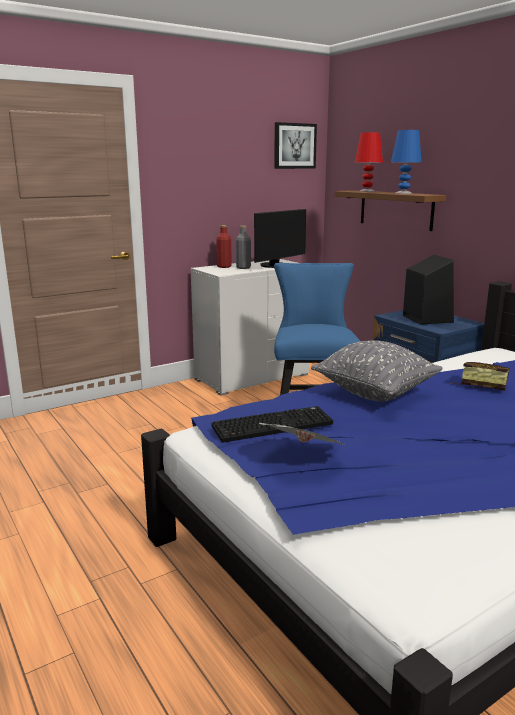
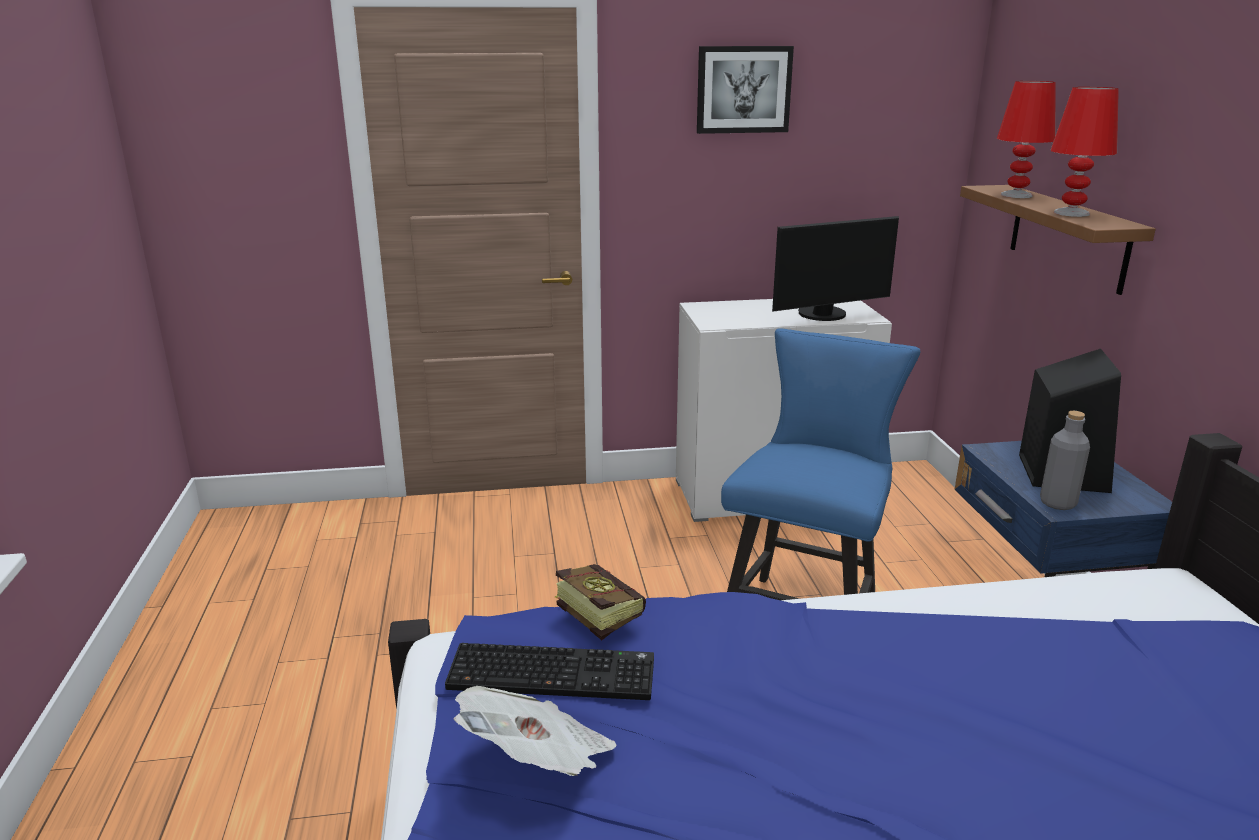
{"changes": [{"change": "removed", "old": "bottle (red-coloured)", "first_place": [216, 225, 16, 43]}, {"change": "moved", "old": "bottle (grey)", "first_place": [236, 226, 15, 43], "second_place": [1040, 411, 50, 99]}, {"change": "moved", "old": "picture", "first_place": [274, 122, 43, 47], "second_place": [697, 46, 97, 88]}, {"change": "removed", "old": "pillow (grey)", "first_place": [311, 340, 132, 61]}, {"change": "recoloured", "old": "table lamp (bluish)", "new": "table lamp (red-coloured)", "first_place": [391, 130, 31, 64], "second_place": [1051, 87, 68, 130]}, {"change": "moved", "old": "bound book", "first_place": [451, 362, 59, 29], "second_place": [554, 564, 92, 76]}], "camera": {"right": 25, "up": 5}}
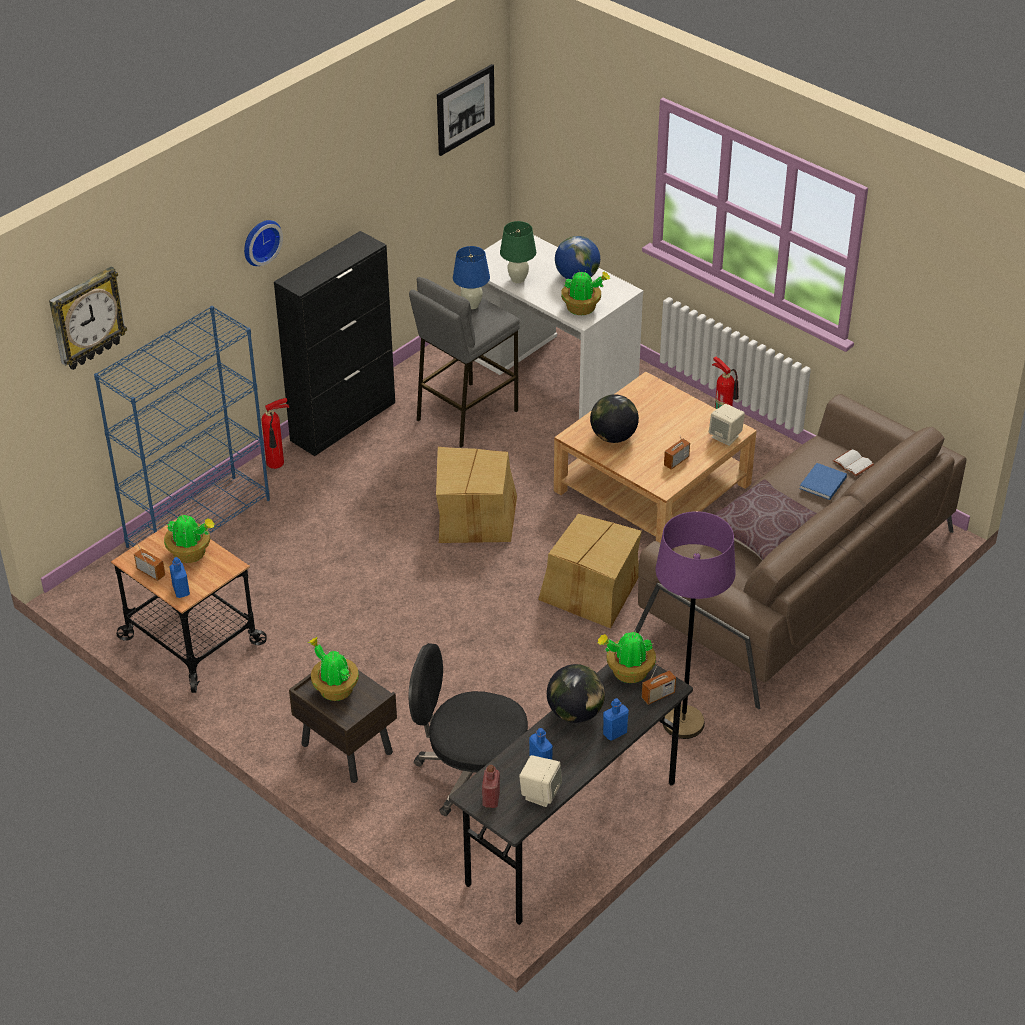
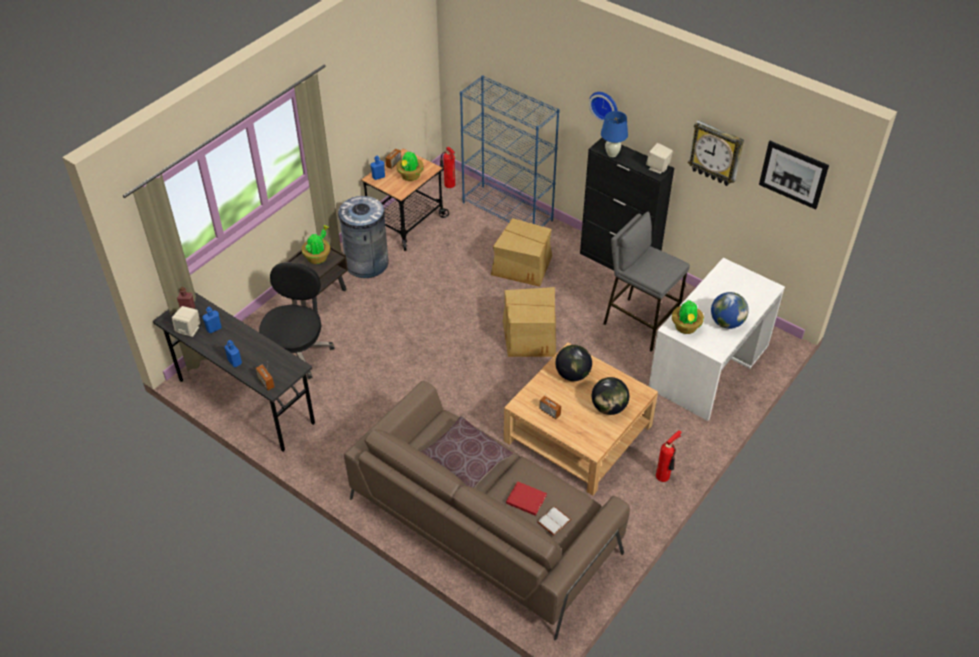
{"changes": [{"change": "moved", "old": "clock on the wall", "first_place": [49, 267, 78, 103], "second_place": [688, 120, 56, 66]}, {"change": "moved", "old": "fire-fighting cylinder", "first_place": [261, 398, 28, 71], "second_place": [440, 147, 15, 41]}, {"change": "moved", "old": "table lamp (bluish)", "first_place": [453, 246, 37, 63], "second_place": [601, 111, 27, 46]}, {"change": "removed", "old": "table lamp (green-coloured)", "first_place": [500, 221, 36, 62]}, {"change": "moved", "old": "carton", "first_place": [538, 514, 104, 115], "second_place": [491, 218, 61, 69]}, {"change": "moved", "old": "desk globe", "first_place": [547, 664, 58, 59], "second_place": [592, 377, 37, 38]}, {"change": "removed", "old": "potted plant", "first_place": [598, 631, 58, 52]}, {"change": "removed", "old": "standard lamp (purple-coloured)", "first_place": [655, 511, 81, 228]}, {"change": "moved", "old": "audio speaker (sand-coloured)", "first_place": [709, 404, 36, 42], "second_place": [646, 143, 27, 31]}, {"change": "recoloured", "old": "bound book (bluish)", "new": "bound book (red-coloured)", "first_place": [799, 463, 48, 37], "second_place": [506, 481, 41, 35]}, {"change": "added", "new": "trash can (grey)", "second_place": [338, 196, 51, 82]}], "camera": {"right": 85, "up": 5}}
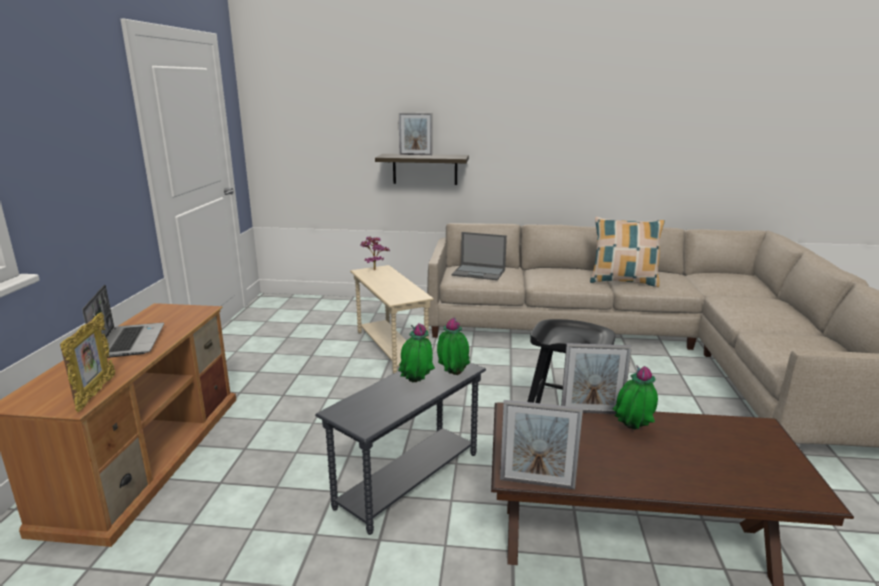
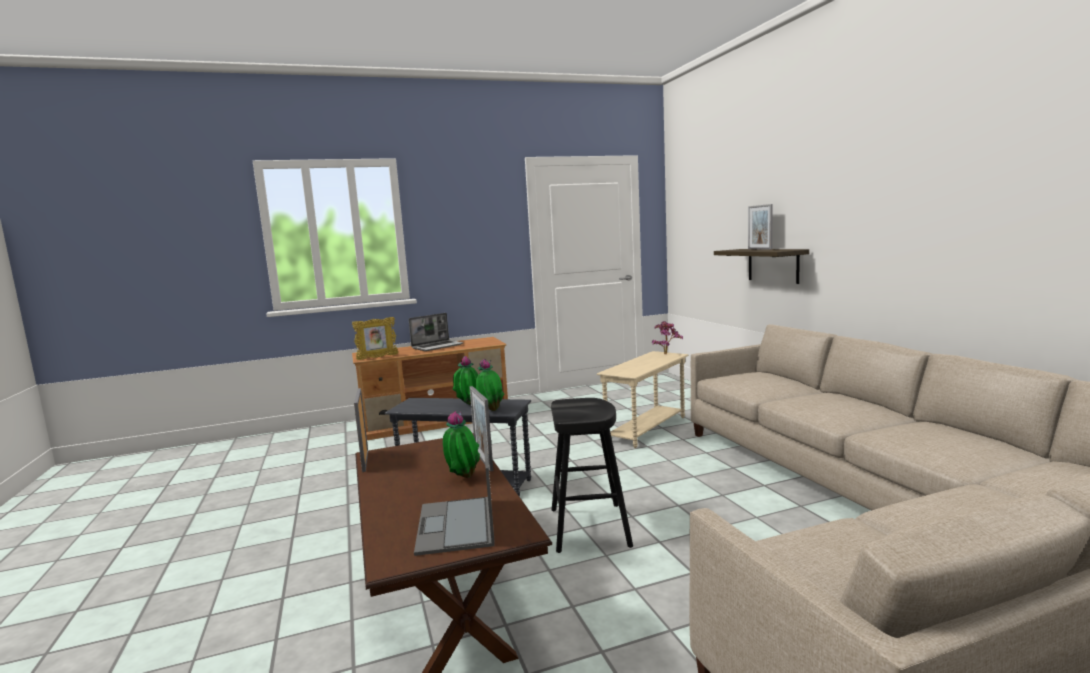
{"changes": [{"change": "moved", "old": "notebook computer", "first_place": [452, 232, 55, 48], "second_place": [414, 432, 81, 124]}, {"change": "removed", "old": "pillow", "first_place": [590, 217, 75, 70]}], "camera": {"right": 65, "up": -10}}
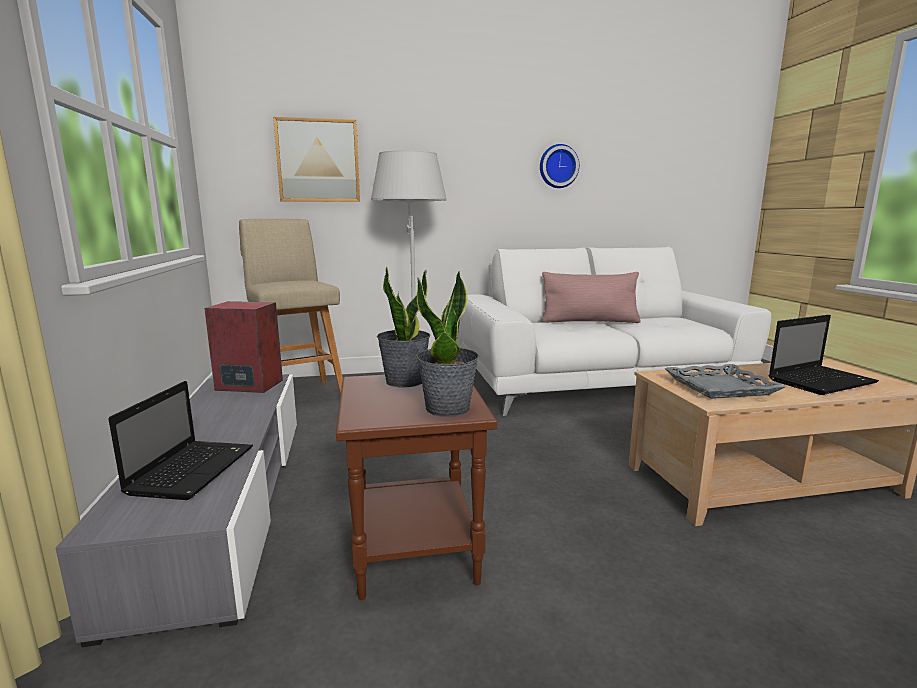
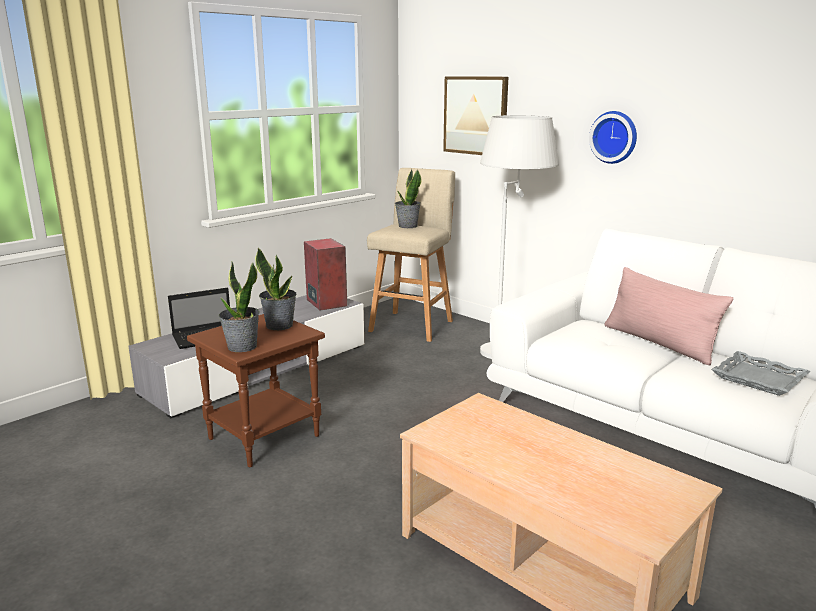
{"changes": [{"change": "moved", "old": "clock on the wall", "first_place": [540, 144, 39, 44], "second_place": [589, 111, 48, 53]}, {"change": "moved", "old": "tray (grey)", "first_place": [664, 364, 122, 35], "second_place": [711, 351, 99, 45]}, {"change": "removed", "old": "notebook computer", "first_place": [769, 315, 110, 80]}, {"change": "added", "new": "potted plant", "second_place": [395, 169, 27, 59]}], "camera": {"right": 55, "up": 5}}
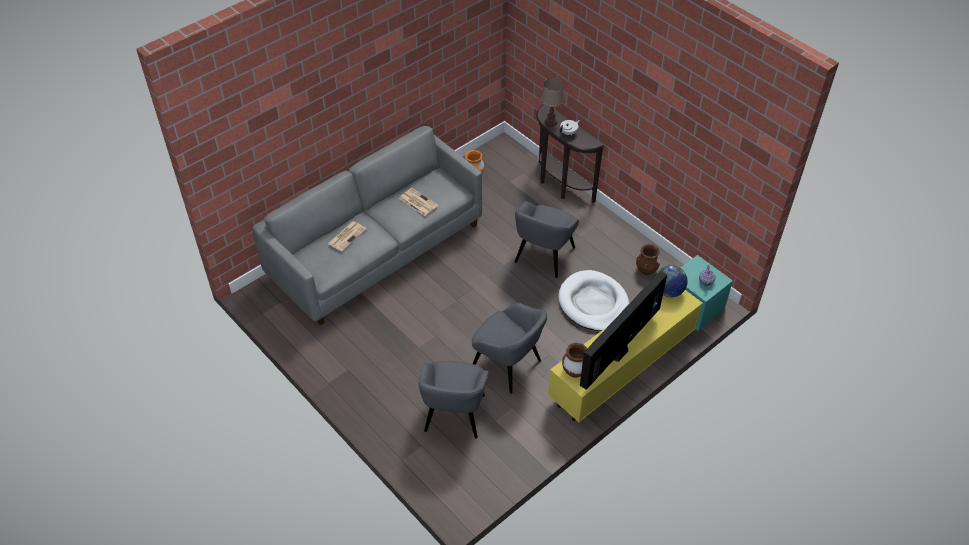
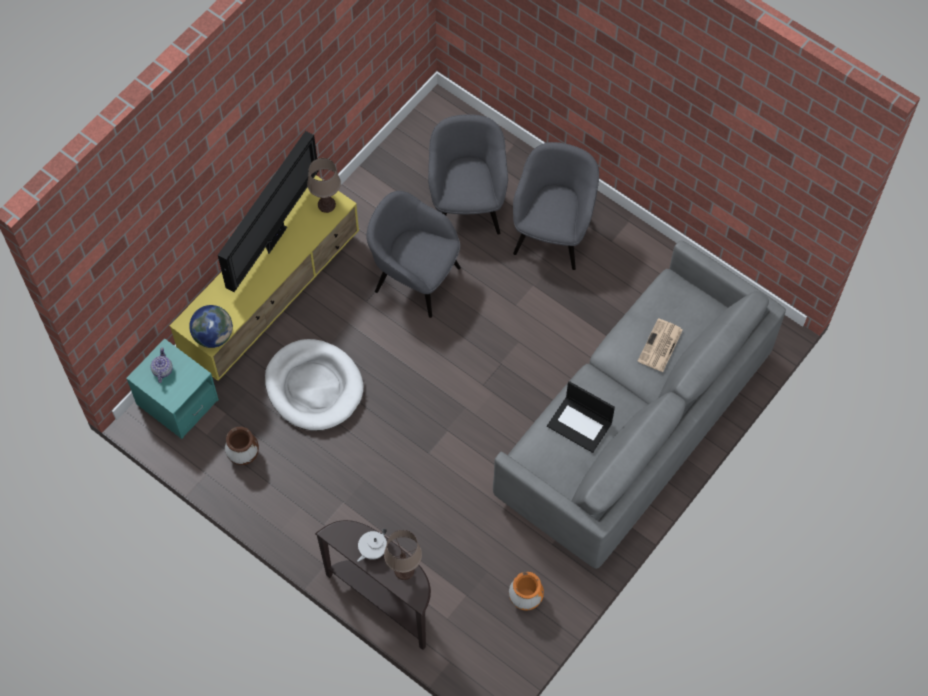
{"changes": [{"change": "replaced", "old": "printed paper", "new": "notebook computer", "first_place": [399, 188, 39, 28], "second_place": [547, 381, 68, 72]}, {"change": "moved", "old": "easy chair (grey)", "first_place": [515, 201, 64, 77], "second_place": [513, 142, 86, 128]}, {"change": "replaced", "old": "vase (brownish)", "new": "table lamp (brownish)", "first_place": [562, 343, 25, 35], "second_place": [307, 158, 34, 55]}], "camera": {"right": 170, "up": 15}}
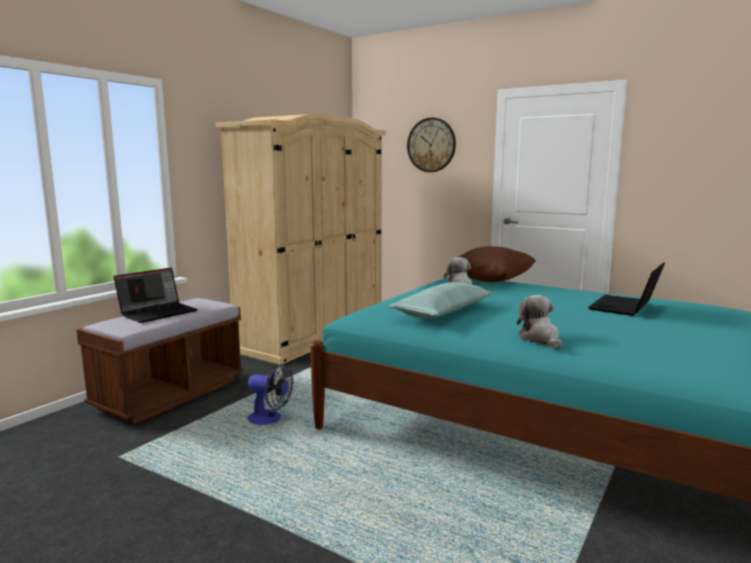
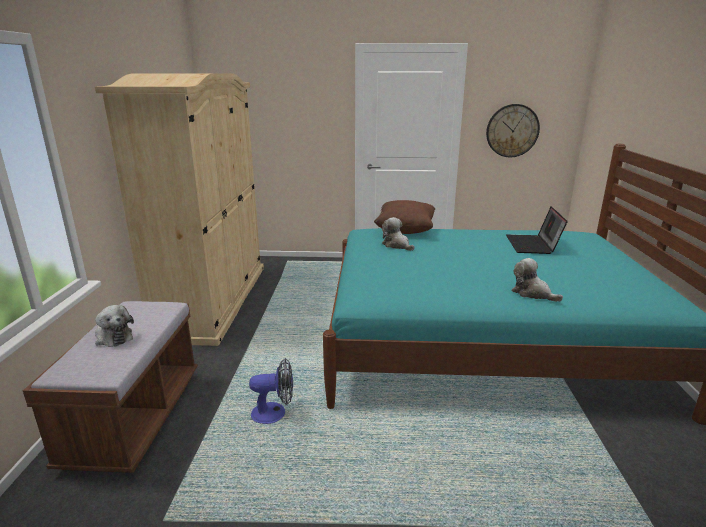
{"changes": [{"change": "replaced", "old": "notebook computer", "new": "plush toy", "first_place": [114, 268, 84, 55], "second_place": [95, 305, 39, 42]}, {"change": "removed", "old": "pillow", "first_place": [389, 282, 105, 37]}, {"change": "moved", "old": "clock on the wall", "first_place": [407, 118, 49, 54], "second_place": [486, 104, 54, 53]}], "camera": {"right": -30, "up": 10}}
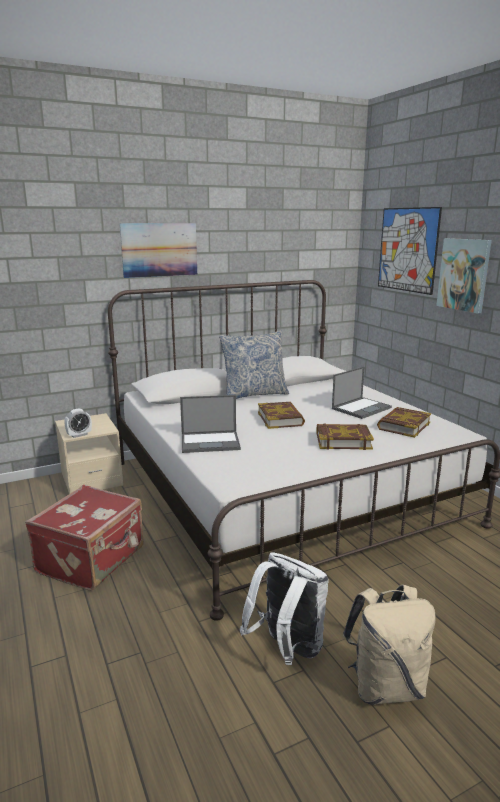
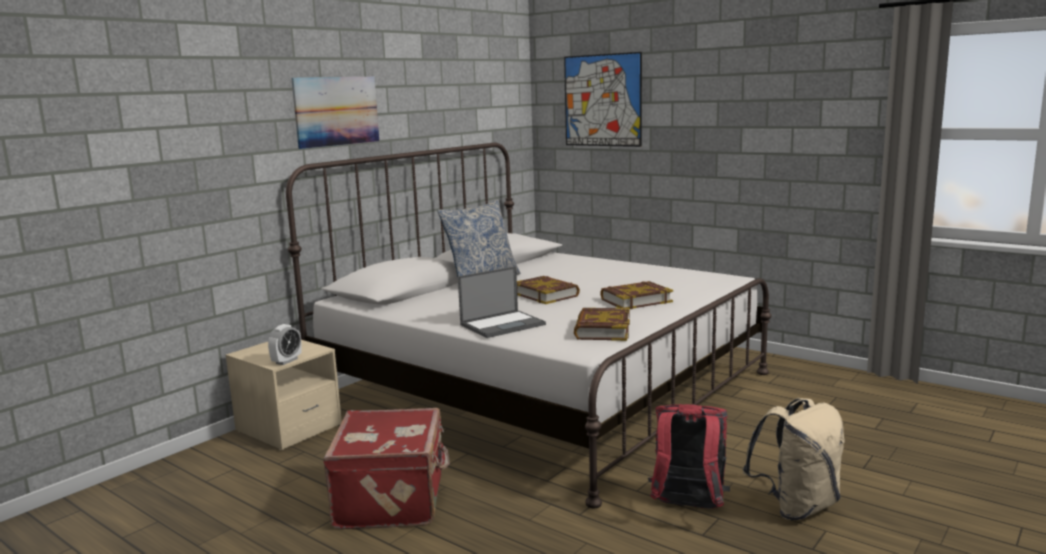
{"changes": [{"change": "recoloured", "old": "knapsack (whitish)", "new": "knapsack (red-coloured)", "first_place": [240, 552, 89, 113], "second_place": [648, 404, 82, 105]}, {"change": "removed", "old": "notebook computer", "first_place": [332, 367, 60, 52]}, {"change": "moved", "old": "bound book", "first_place": [377, 407, 54, 31], "second_place": [574, 308, 56, 33]}, {"change": "removed", "old": "picture", "first_place": [436, 238, 56, 76]}], "camera": {"right": -25, "up": -5}}
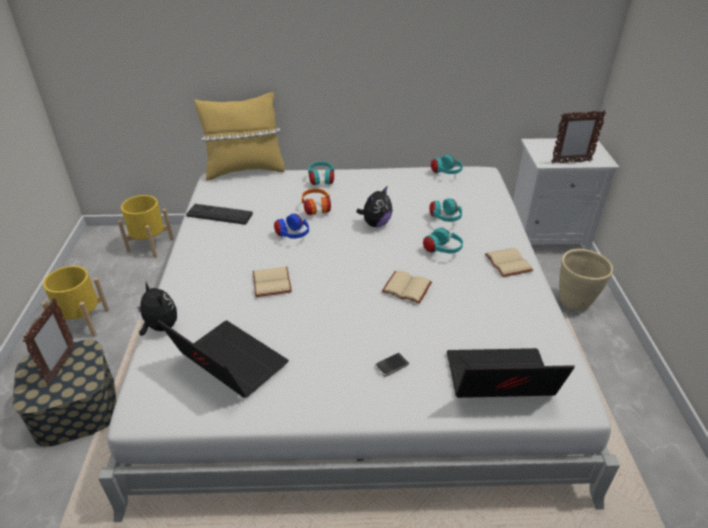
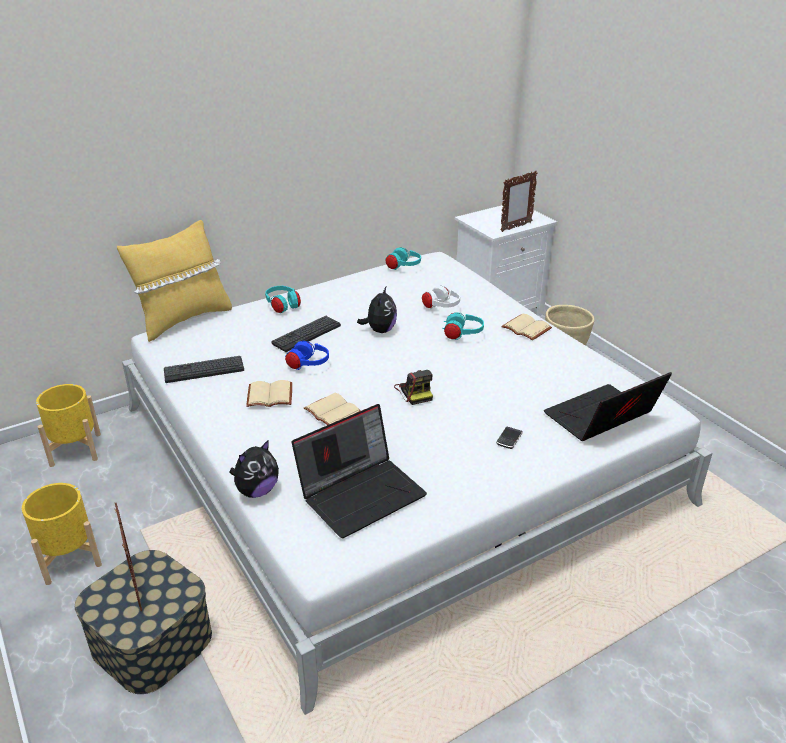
{"changes": [{"change": "turned", "old": "plush toy", "first_place": [137, 281, 40, 55], "second_place": [229, 440, 50, 58], "degrees": 120}, {"change": "turned", "old": "notebook computer", "first_place": [158, 319, 131, 79], "second_place": [292, 404, 135, 134], "degrees": 135}, {"change": "replaced", "old": "headphones (orange-coloured)", "new": "computer keyboard", "first_place": [302, 189, 29, 26], "second_place": [271, 316, 70, 36]}, {"change": "moved", "old": "bound book (sand-coloured)", "first_place": [382, 271, 50, 33], "second_place": [246, 380, 46, 27]}, {"change": "recoloured", "old": "headphones (turquoise-coloured)", "new": "headphones (whitish)", "first_place": [430, 198, 32, 24], "second_place": [422, 285, 38, 24]}, {"change": "added", "new": "photo camera", "second_place": [394, 370, 39, 35]}], "camera": {"right": -30, "up": -5}}
